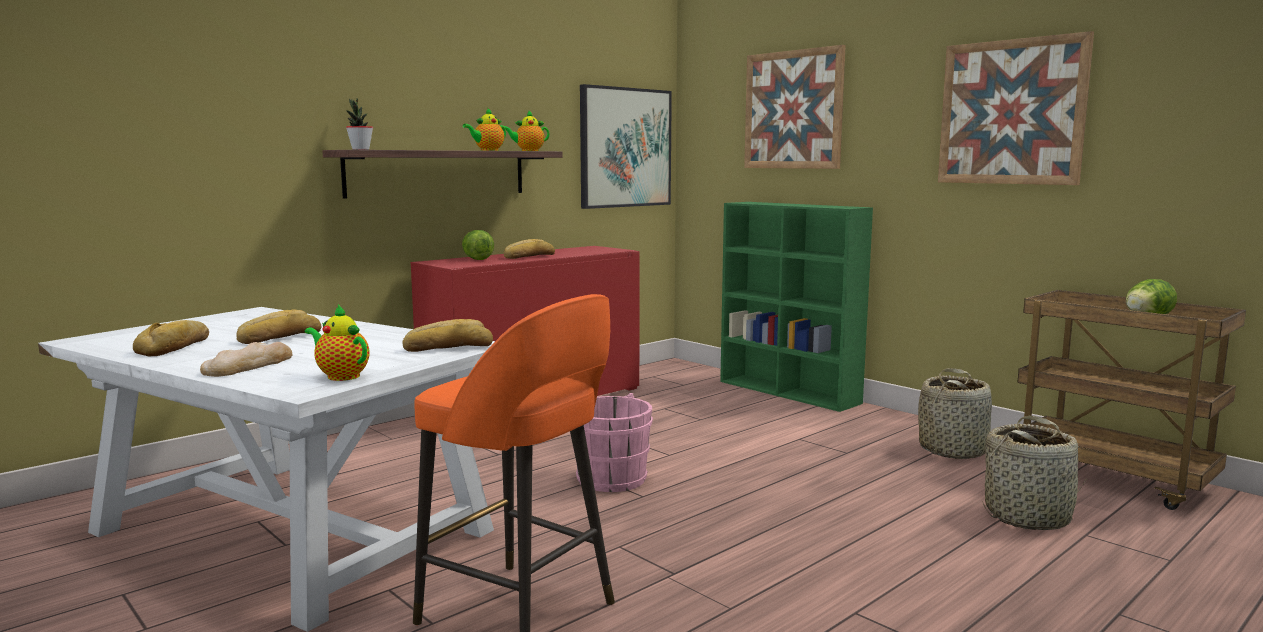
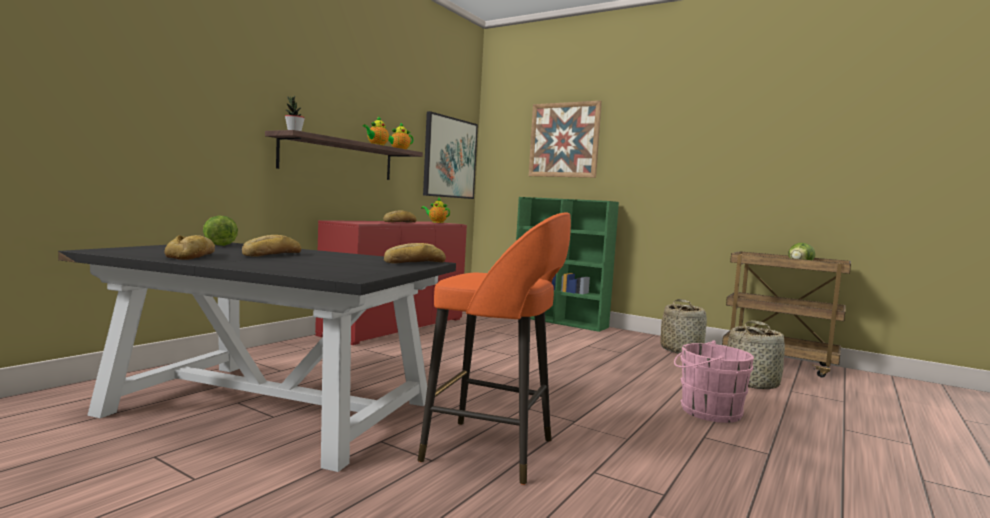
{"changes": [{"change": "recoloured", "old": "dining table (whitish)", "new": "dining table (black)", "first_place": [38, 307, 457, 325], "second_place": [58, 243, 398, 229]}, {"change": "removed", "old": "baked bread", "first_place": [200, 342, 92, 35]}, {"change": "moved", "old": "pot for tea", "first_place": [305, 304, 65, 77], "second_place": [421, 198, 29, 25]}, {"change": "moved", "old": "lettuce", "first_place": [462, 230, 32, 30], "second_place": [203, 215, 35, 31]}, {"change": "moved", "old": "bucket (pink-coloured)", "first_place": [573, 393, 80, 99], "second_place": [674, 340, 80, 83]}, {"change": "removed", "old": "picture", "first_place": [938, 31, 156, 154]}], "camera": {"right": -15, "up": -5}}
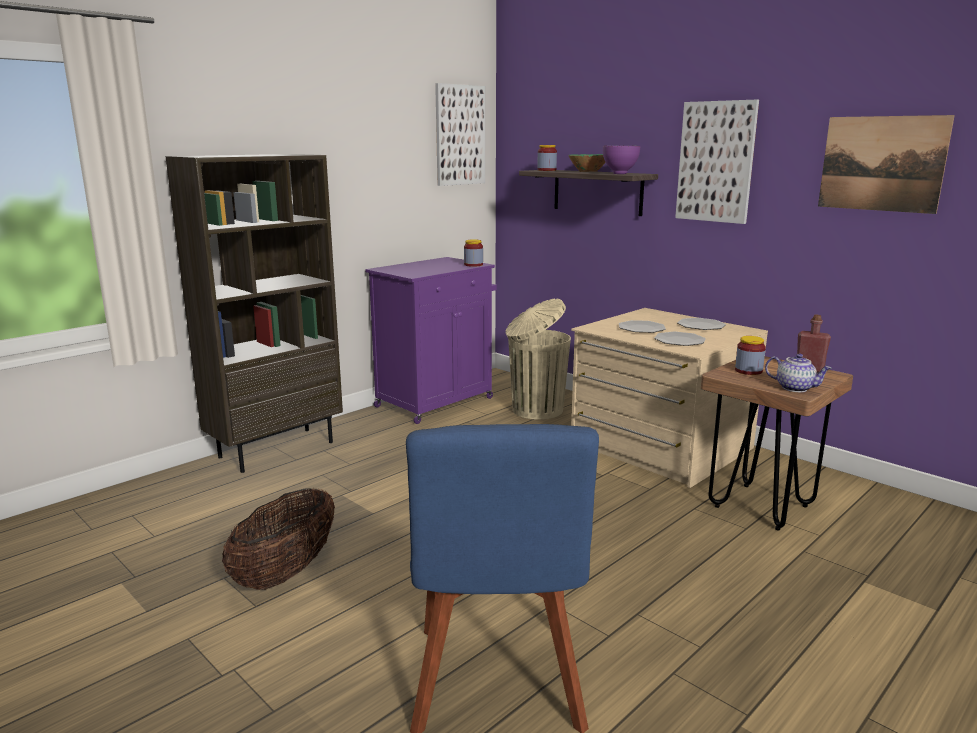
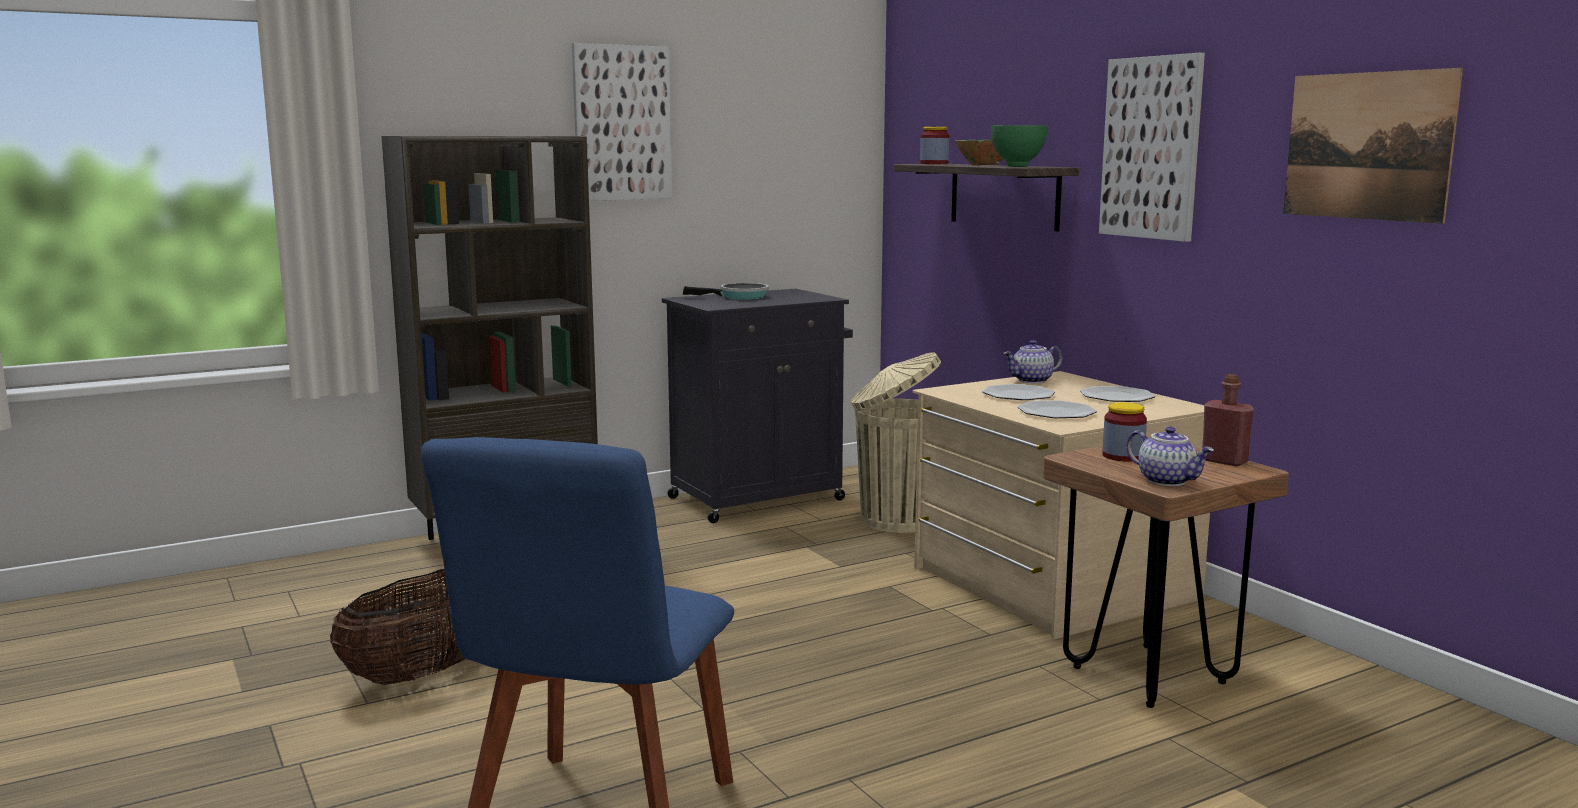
{"changes": [{"change": "recoloured", "old": "storage cabinet (purple-coloured)", "new": "storage cabinet (black)", "first_place": [365, 257, 132, 167], "second_place": [662, 289, 191, 234]}, {"change": "moved", "old": "picture", "first_place": [435, 83, 50, 103], "second_place": [572, 43, 100, 158]}, {"change": "removed", "old": "preserve jar", "first_place": [464, 239, 19, 28]}, {"change": "recoloured", "old": "serving bowl (purple-coloured)", "new": "serving bowl (green-coloured)", "first_place": [603, 146, 37, 28], "second_place": [991, 125, 57, 42]}, {"change": "added", "new": "frying pan", "second_place": [683, 283, 86, 17]}, {"change": "added", "new": "pot for tea", "second_place": [1003, 340, 59, 43]}], "camera": {"right": 15, "up": -5}}
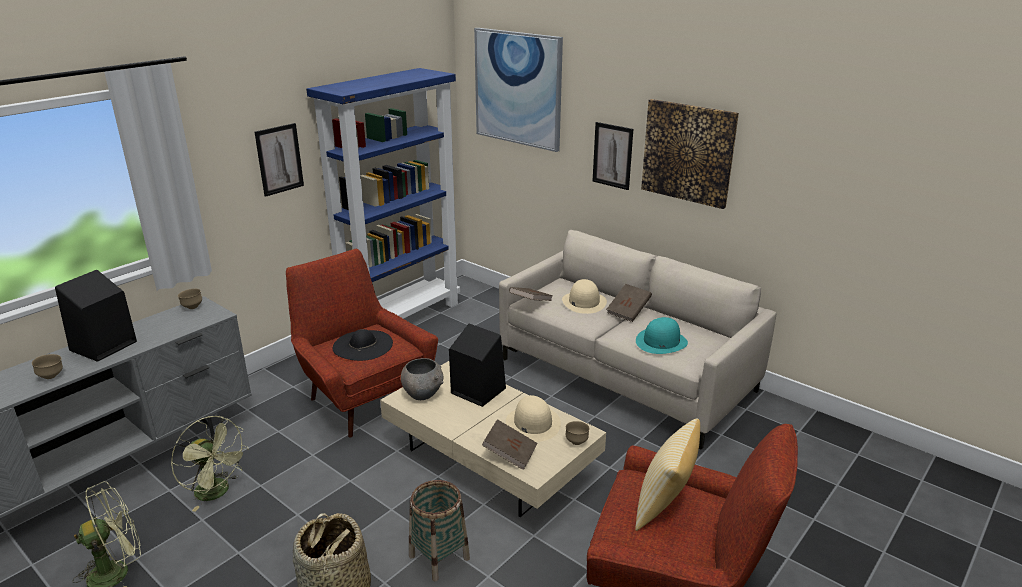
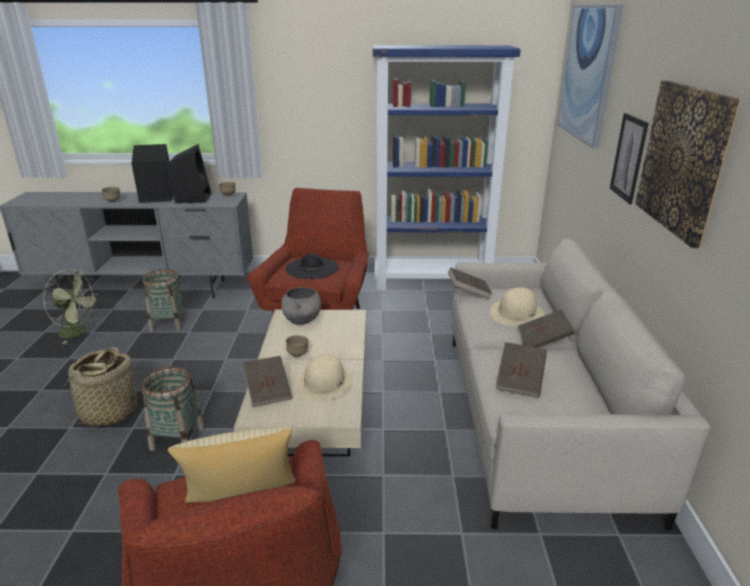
{"changes": [{"change": "replaced", "old": "electric fan (green-coloured)", "new": "basket", "first_place": [171, 416, 78, 96], "second_place": [142, 269, 45, 63]}, {"change": "removed", "old": "picture", "first_place": [254, 123, 50, 74]}, {"change": "moved", "old": "audio speaker (black)", "first_place": [449, 324, 57, 83], "second_place": [169, 144, 42, 59]}, {"change": "moved", "old": "serving bowl (brownish)", "first_place": [566, 421, 24, 24], "second_place": [286, 335, 23, 22]}, {"change": "replaced", "old": "wearable hat (turquoise-coloured)", "new": "bound book (brownish)", "first_place": [636, 317, 52, 37], "second_place": [496, 342, 51, 56]}], "camera": {"right": 50, "up": 0}}
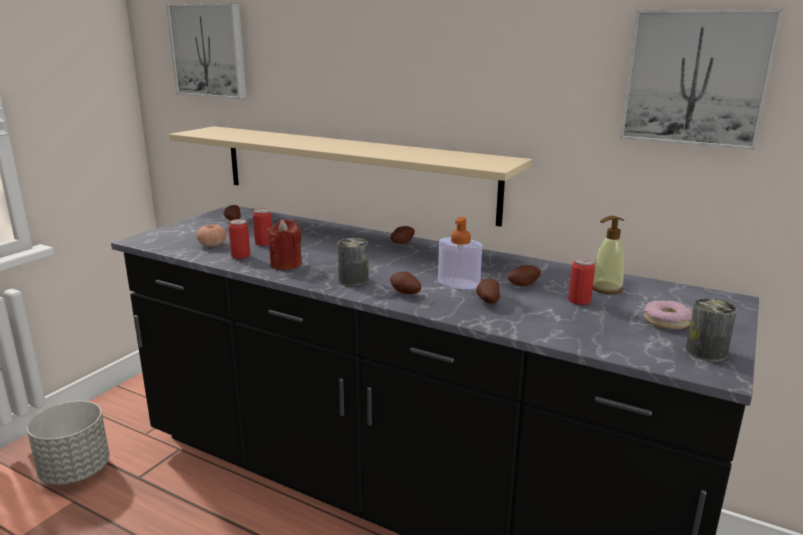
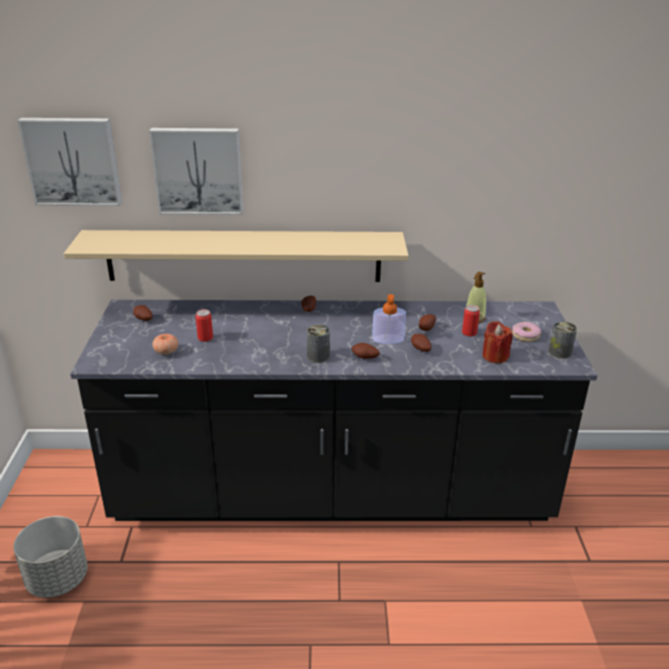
{"changes": [{"change": "removed", "old": "can", "first_place": [229, 219, 21, 40]}, {"change": "moved", "old": "wax candle (red-coloured)", "first_place": [267, 219, 35, 51], "second_place": [482, 321, 31, 42]}, {"change": "moved", "old": "picture", "first_place": [620, 9, 163, 141], "second_place": [149, 128, 94, 87]}], "camera": {"right": -30, "up": 10}}
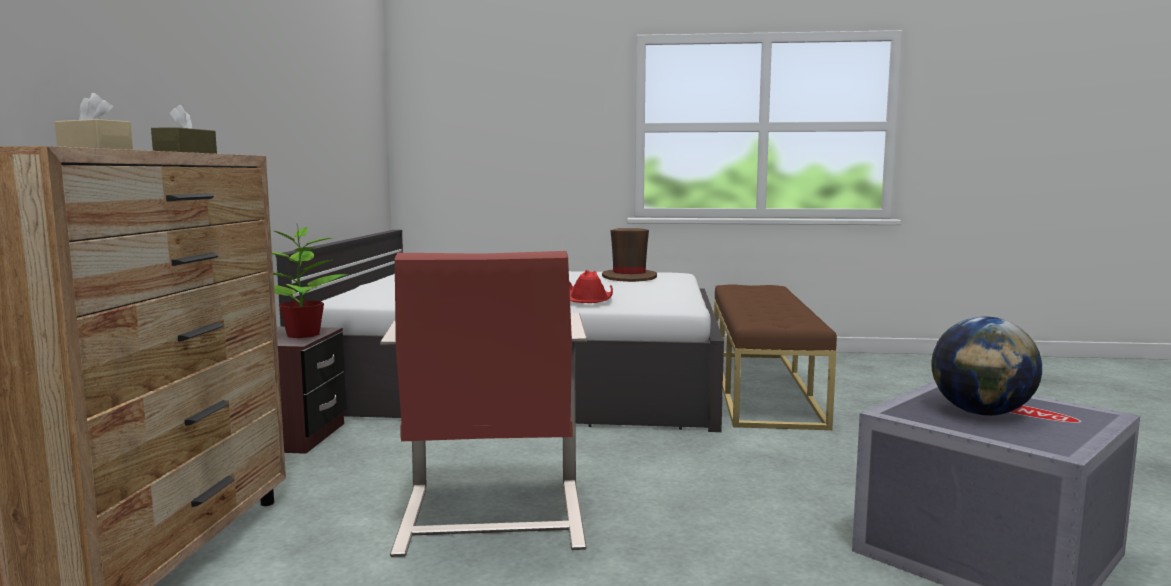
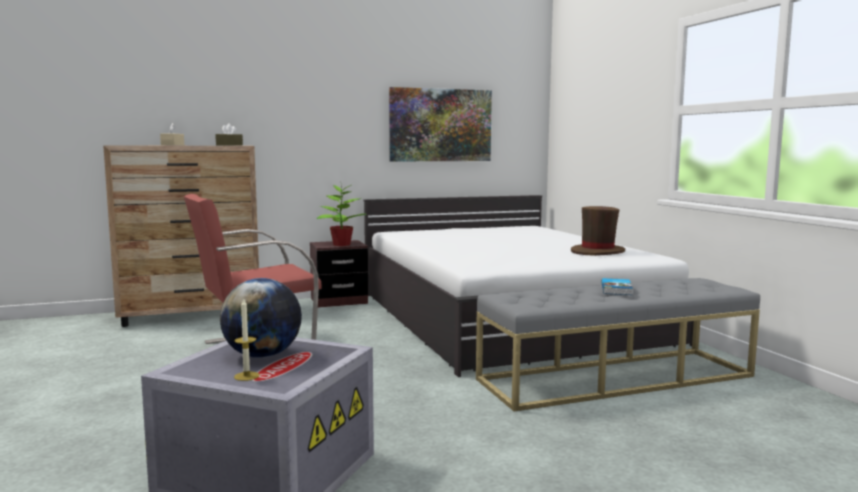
{"changes": [{"change": "removed", "old": "wearable hat (red-coloured)", "first_place": [569, 270, 44, 33]}, {"change": "recoloured", "old": "bench (brownish)", "new": "bench (grey)", "first_place": [714, 284, 123, 146], "second_place": [476, 278, 284, 133]}, {"change": "added", "new": "wax candle", "second_place": [234, 299, 26, 82]}, {"change": "added", "new": "picture", "second_place": [389, 87, 103, 74]}, {"change": "added", "new": "bound book", "second_place": [602, 278, 31, 17]}], "camera": {"right": 65, "up": 0}}
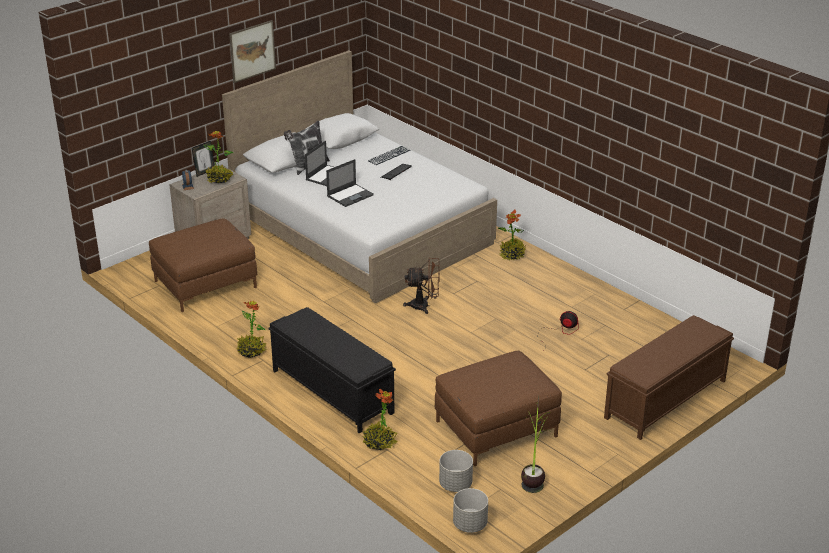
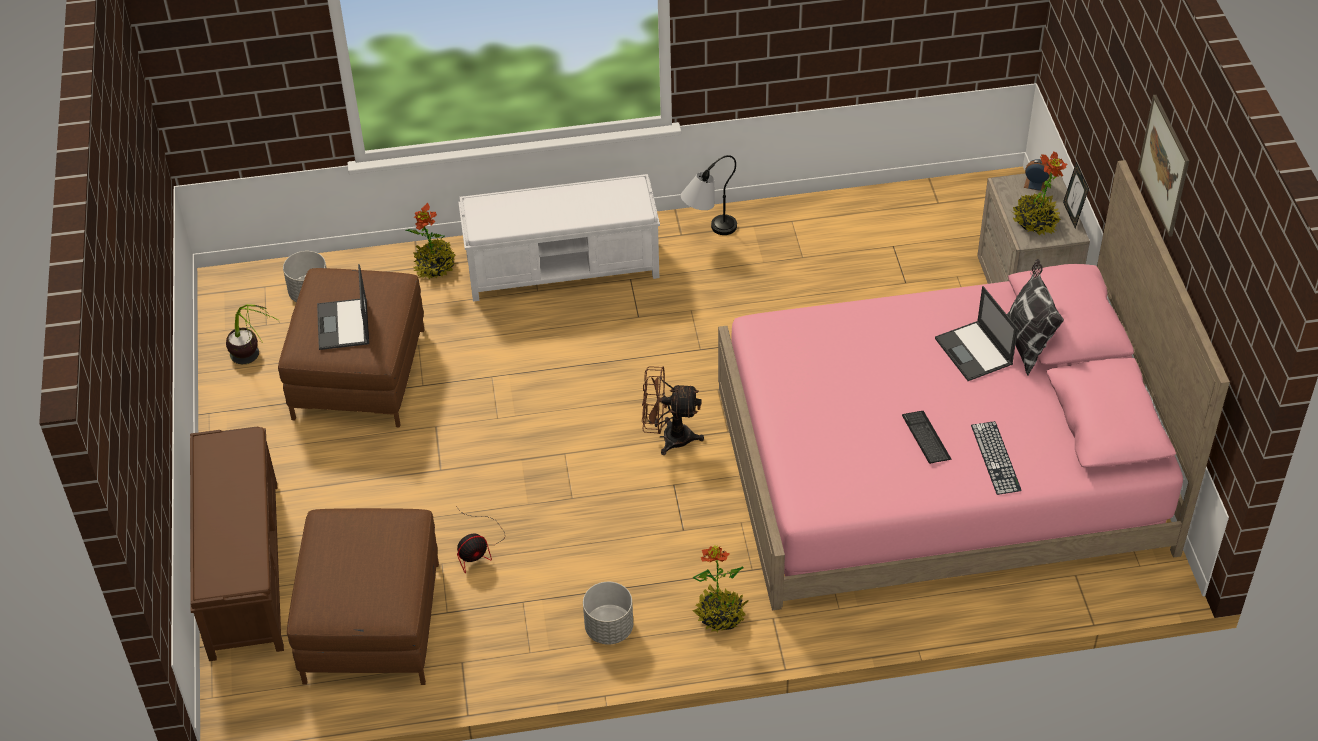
{"changes": [{"change": "moved", "old": "footrest (brownish)", "first_place": [149, 219, 108, 93], "second_place": [287, 508, 152, 177]}, {"change": "recoloured", "old": "bedroom bed (whitish)", "new": "bedroom bed (pink-coloured)", "first_place": [222, 50, 275, 253], "second_place": [718, 160, 512, 451]}, {"change": "replaced", "old": "potted plant", "new": "table lamp", "first_place": [236, 301, 31, 57], "second_place": [681, 155, 56, 80]}, {"change": "recoloured", "old": "bench (black)", "new": "bench (whitish)", "first_place": [268, 307, 128, 126], "second_place": [458, 174, 202, 128]}, {"change": "moved", "old": "notebook computer", "first_place": [326, 159, 48, 48], "second_place": [317, 264, 52, 86]}, {"change": "turned", "old": "electric fan (brownish)", "first_place": [403, 257, 37, 57], "second_place": [642, 366, 62, 89], "degrees": 60}, {"change": "moved", "old": "plant pot (grey)", "first_place": [453, 488, 35, 45], "second_place": [583, 582, 50, 62]}], "camera": {"right": 125, "up": 15}}
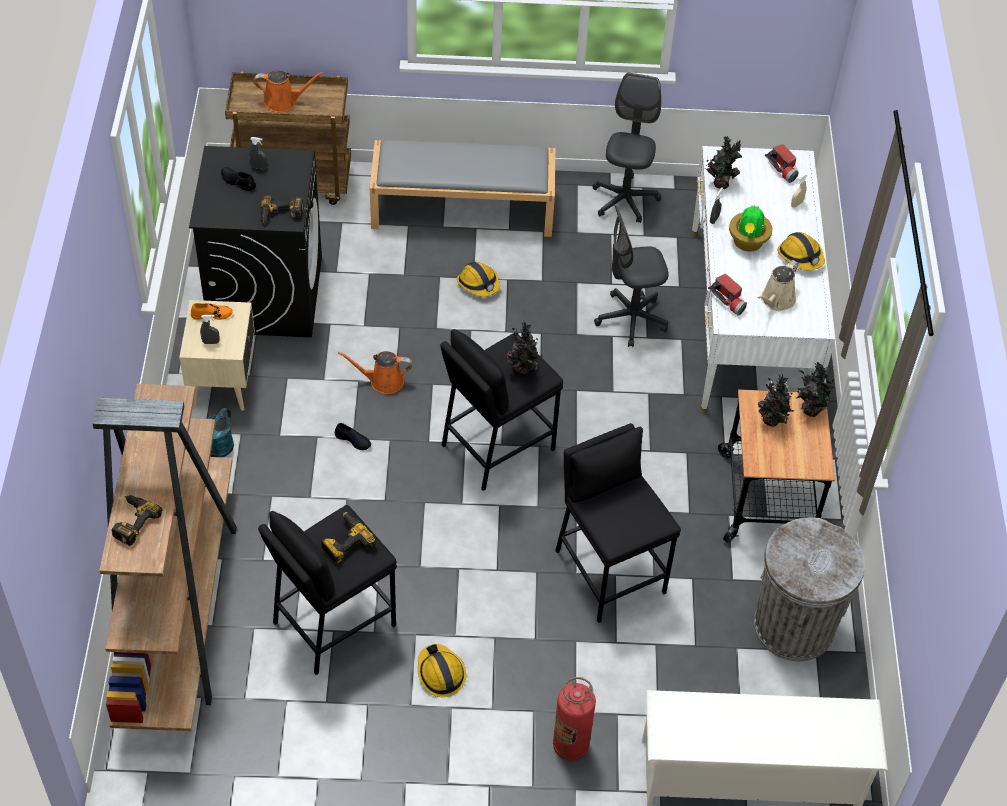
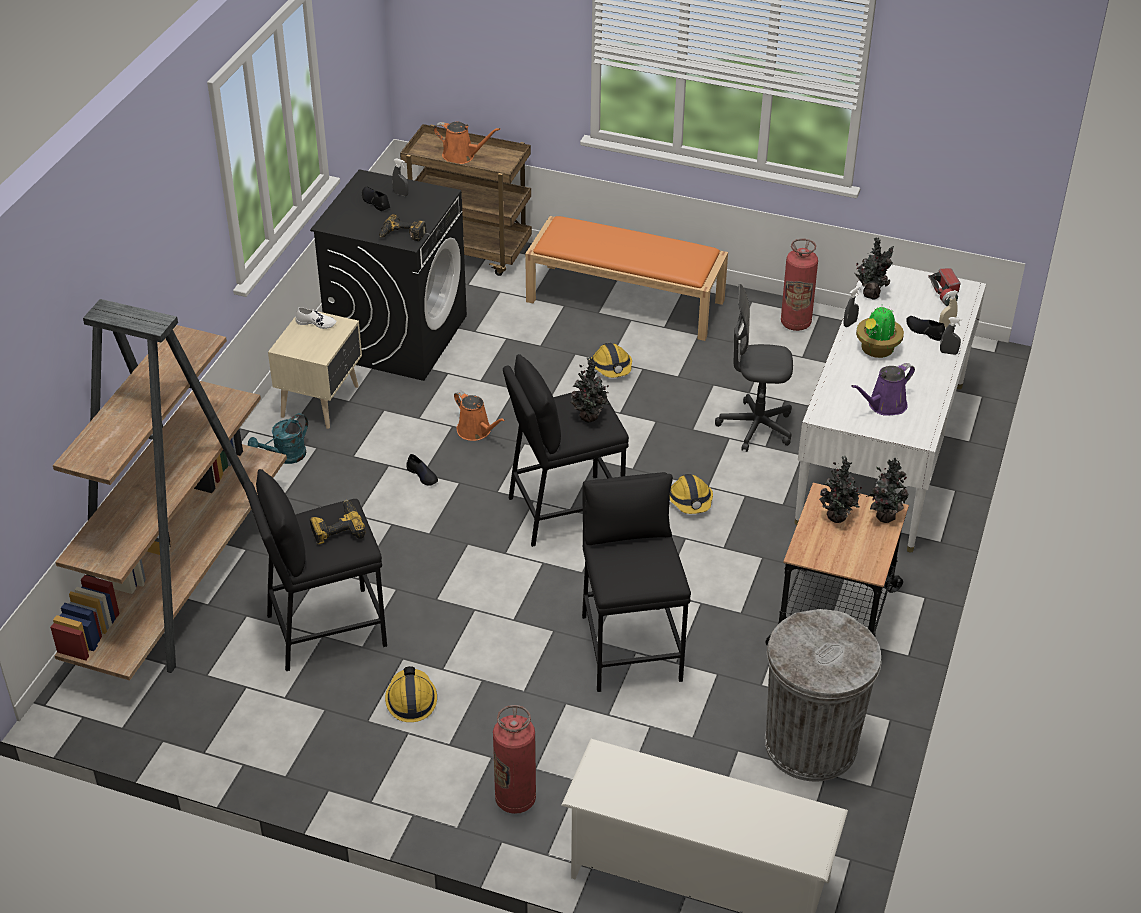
{"changes": [{"change": "removed", "old": "power drill", "first_place": [111, 495, 52, 51]}, {"change": "recoloured", "old": "item of footwear (orange-coloured)", "new": "item of footwear (whitish)", "first_place": [191, 303, 42, 17], "second_place": [295, 307, 41, 22]}, {"change": "moved", "old": "hand sprayer (grey)", "first_place": [200, 315, 20, 29], "second_place": [940, 317, 23, 38]}, {"change": "turned", "old": "watering pot (orange-coloured)", "first_place": [338, 351, 74, 43], "second_place": [454, 390, 51, 51], "degrees": -150}, {"change": "recoloured", "old": "bench (grey)", "new": "bench (orange-coloured)", "first_place": [369, 140, 187, 97], "second_place": [525, 216, 203, 125]}, {"change": "replaced", "old": "desk chair (grey)", "new": "fire-fighting cylinder", "first_place": [592, 73, 69, 150], "second_place": [781, 238, 37, 93]}, {"change": "removed", "old": "hand torch", "first_place": [708, 274, 39, 42]}, {"change": "recoloured", "old": "watering pot (sand-coloured)", "new": "watering pot (purple-coloured)", "first_place": [758, 260, 41, 51], "second_place": [851, 363, 64, 53]}, {"change": "moved", "old": "safety helmet", "first_place": [777, 232, 48, 39], "second_place": [669, 474, 44, 40]}, {"change": "added", "new": "item of footwear (black)", "second_place": [906, 316, 39, 25]}], "camera": {"right": 20, "up": -10}}
